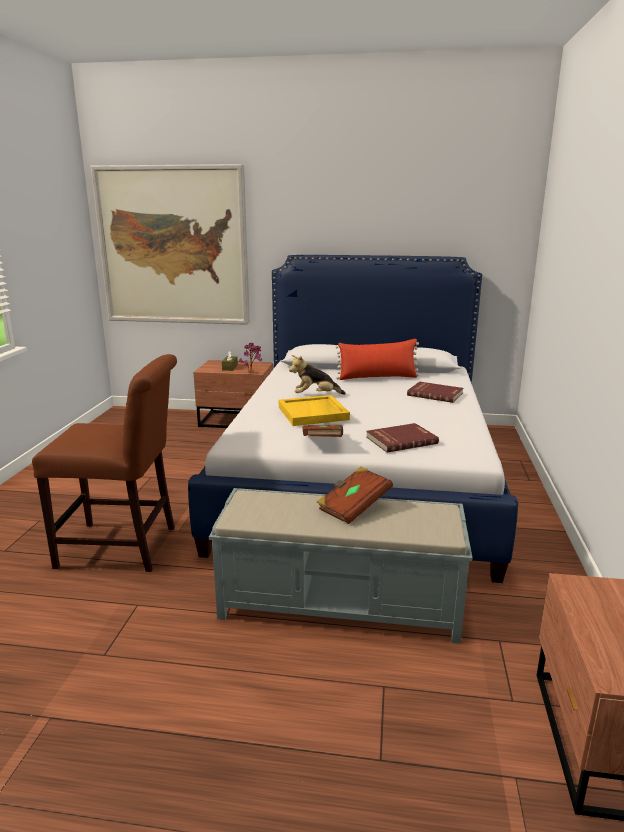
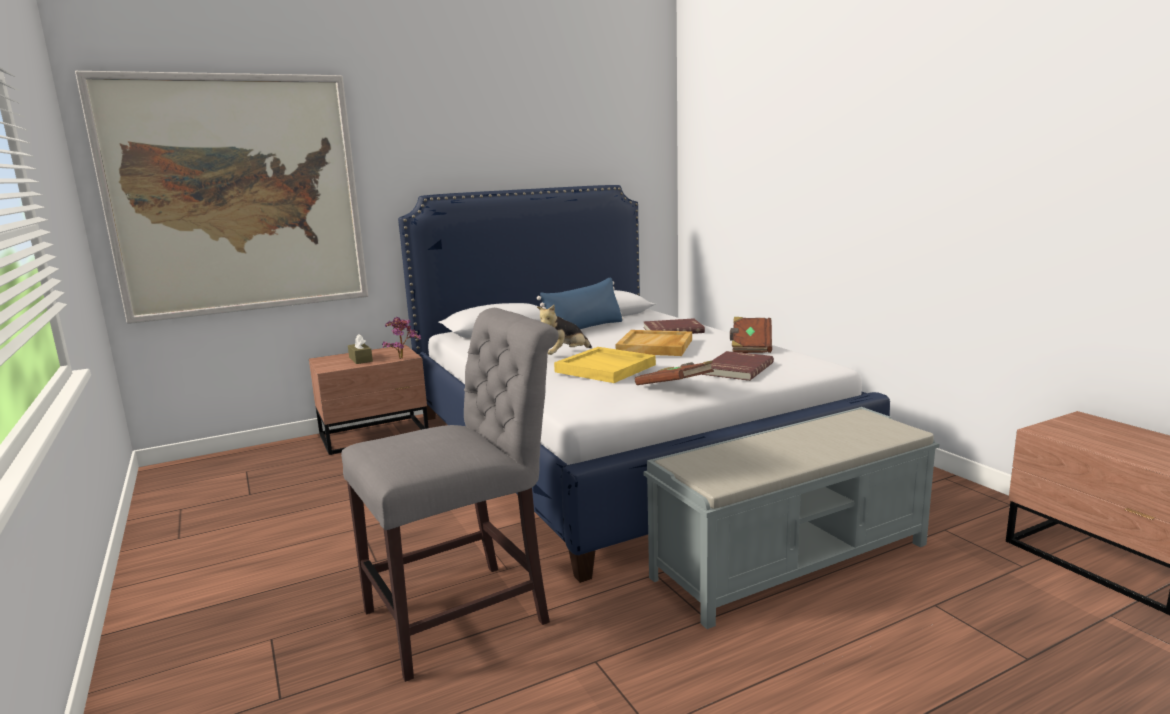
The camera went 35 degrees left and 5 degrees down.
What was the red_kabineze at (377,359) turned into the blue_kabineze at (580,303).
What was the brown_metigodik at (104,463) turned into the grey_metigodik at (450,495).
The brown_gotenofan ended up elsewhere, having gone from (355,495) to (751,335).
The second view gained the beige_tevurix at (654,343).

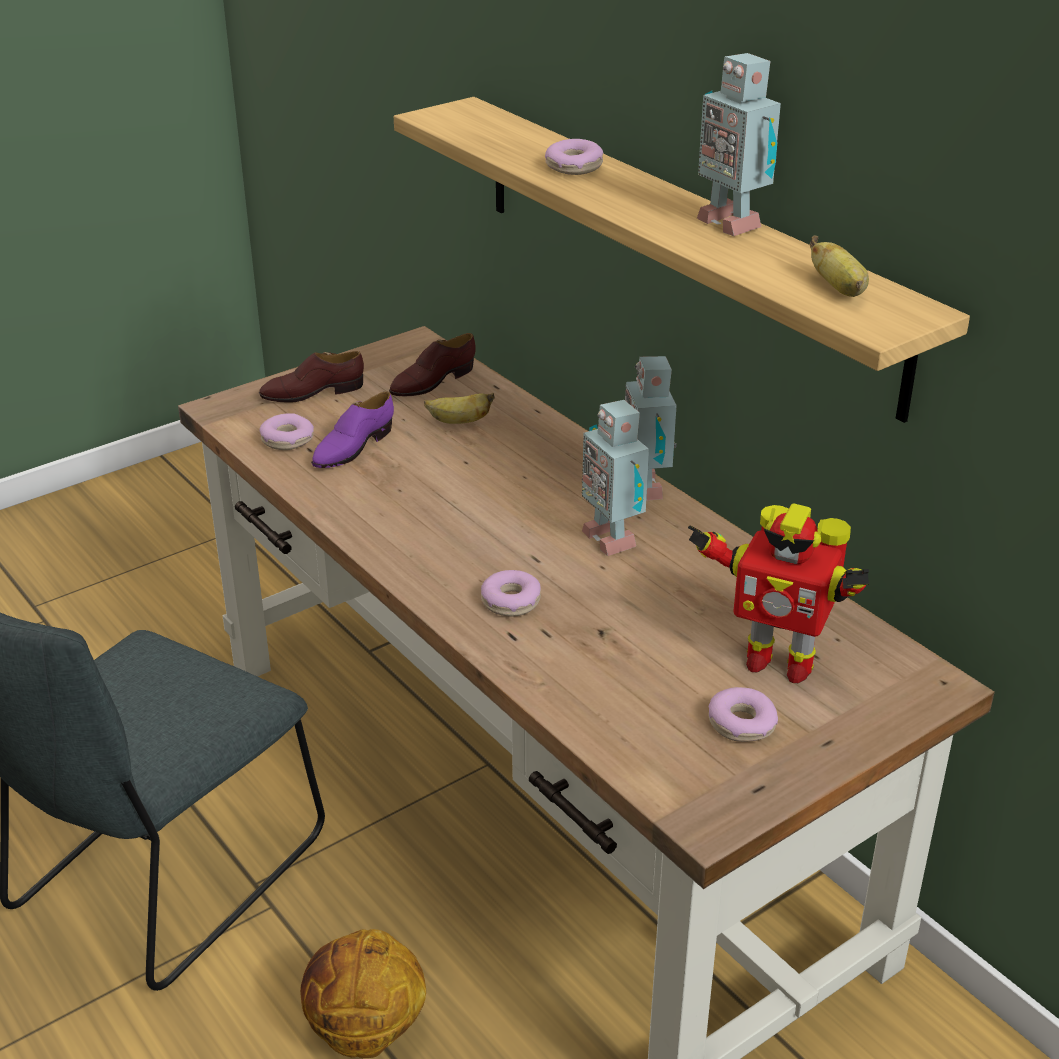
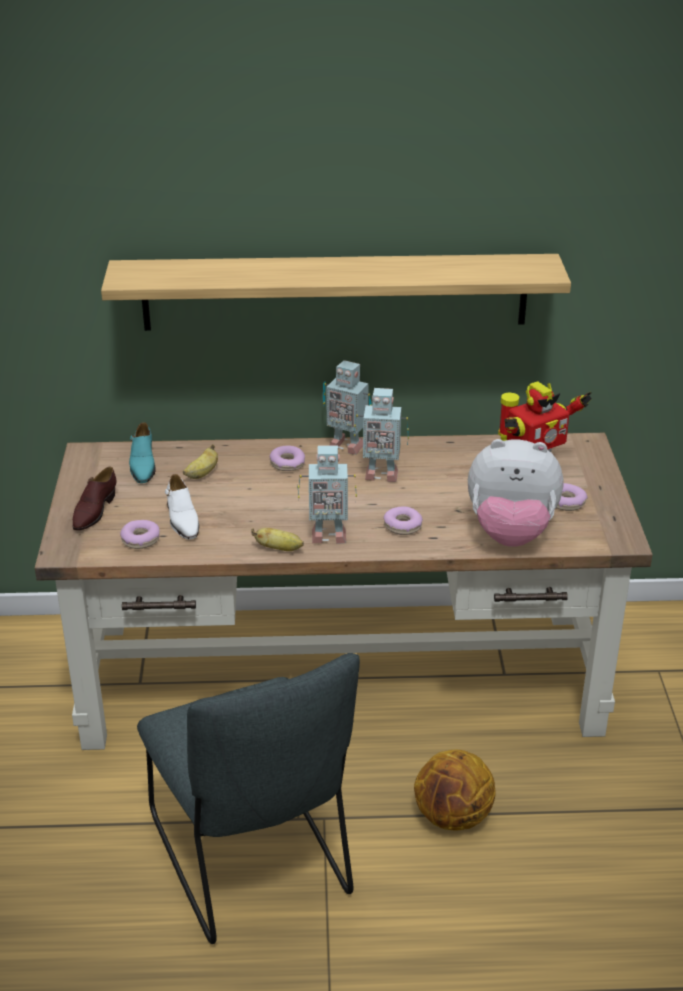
The camera went 55 degrees left and 0 degrees up.
The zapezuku ended up elsewhere, having gone from (739,144) to (327,494).
The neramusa ended up elsewhere, having gone from (574,157) to (287,458).
The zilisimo ended up elsewhere, having gone from (839,266) to (277,539).
What was the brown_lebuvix at (432,364) turned into the turquoise_lebuvix at (142,452).
What was the purple_lebuvix at (352,429) turned into the white_lebuvix at (182,506).
The second view gained the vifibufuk at (515,493).

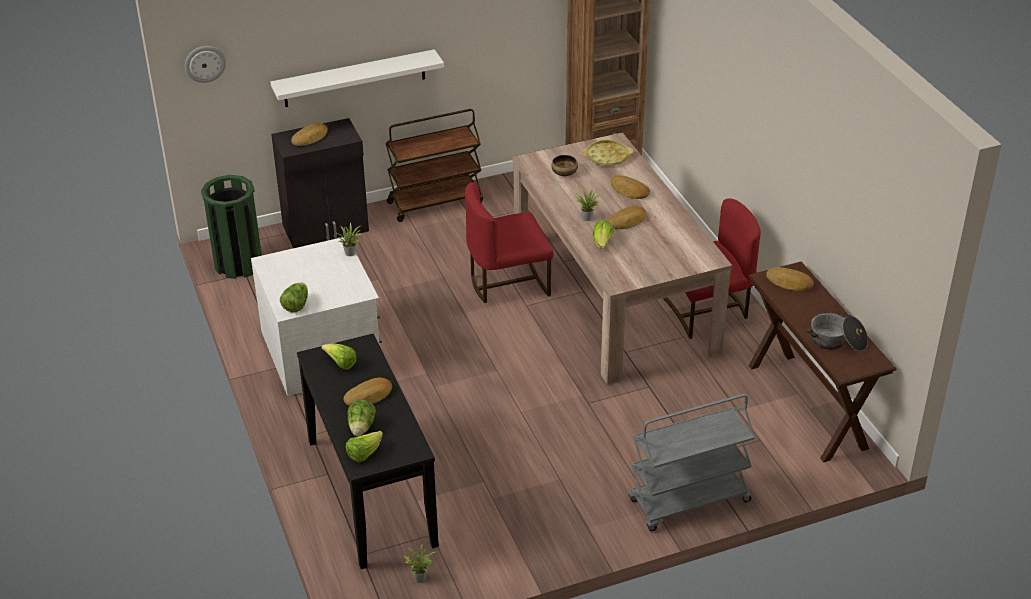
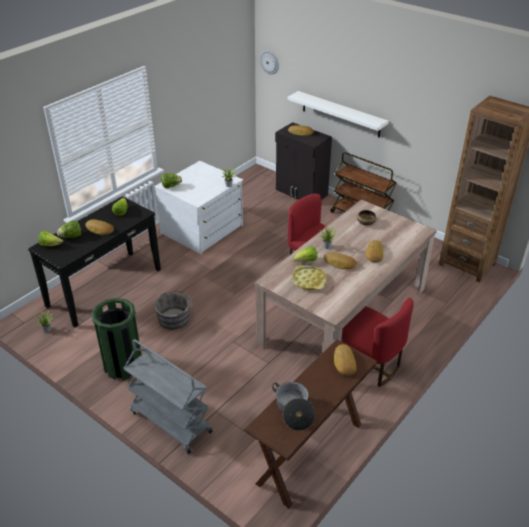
The camera went 60 degrees right and 0 degrees up.
The yellow_tevurix ended up elsewhere, having gone from (607,153) to (309,277).
The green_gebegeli ended up elsewhere, having gone from (231,227) to (116,339).
The second view gained the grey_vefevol at (174,310).

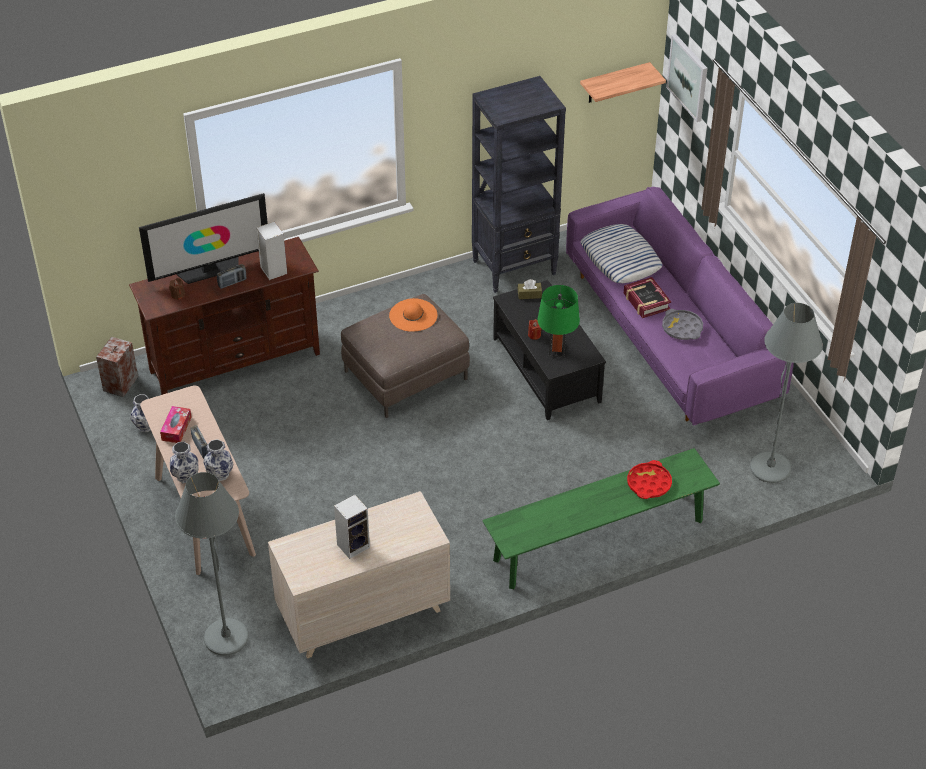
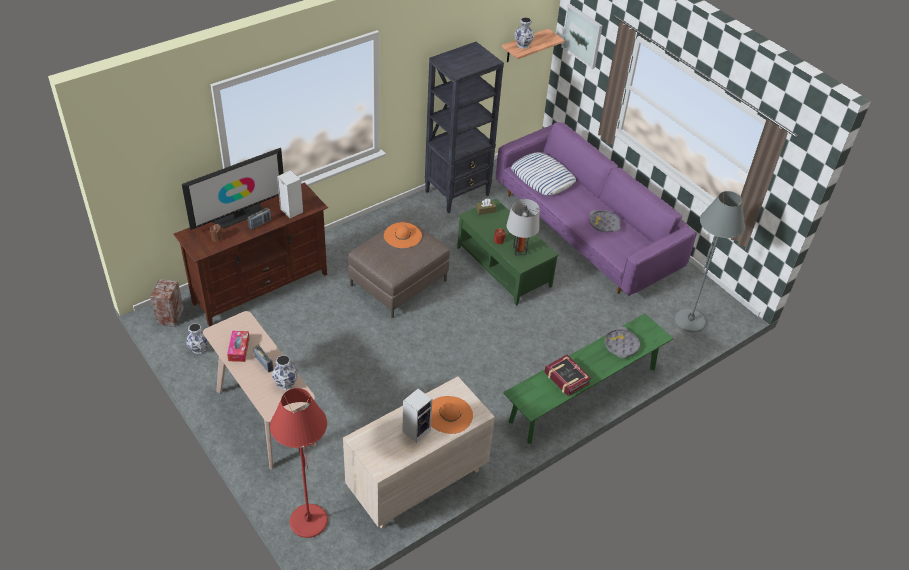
The camera went 15 degrees left and 0 degrees up.
The gotenofan ended up elsewhere, having gone from (647,297) to (567,375).
What was the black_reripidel at (549,350) turned into the green_reripidel at (507,252).
What was the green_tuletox at (559,321) turned into the grey_tuletox at (523,227).
The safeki ended up elsewhere, having gone from (184,462) to (524,33).
What was the red_tevurix at (649,479) turned into the grey_tevurix at (622,342).
What was the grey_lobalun at (212,564) turned into the red_lobalun at (299,463).
The second view gained the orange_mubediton at (452,415).

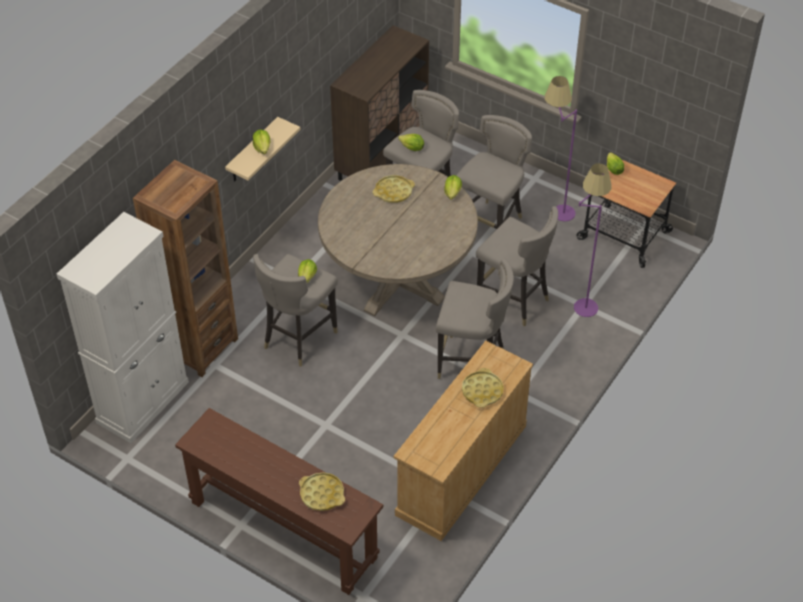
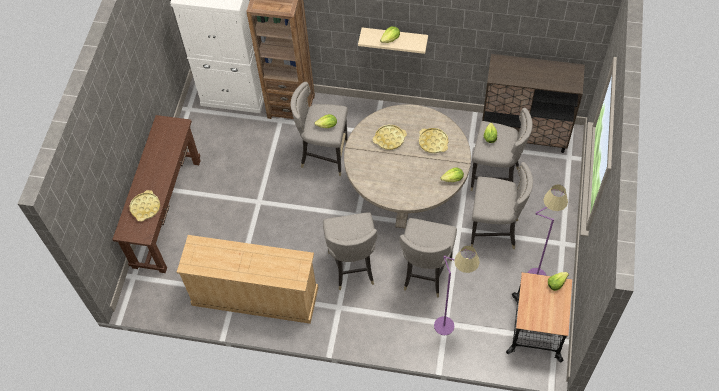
The camera went 70 degrees right and 10 degrees up.
The yellow_tevurix ended up elsewhere, having gone from (483,388) to (390,137).

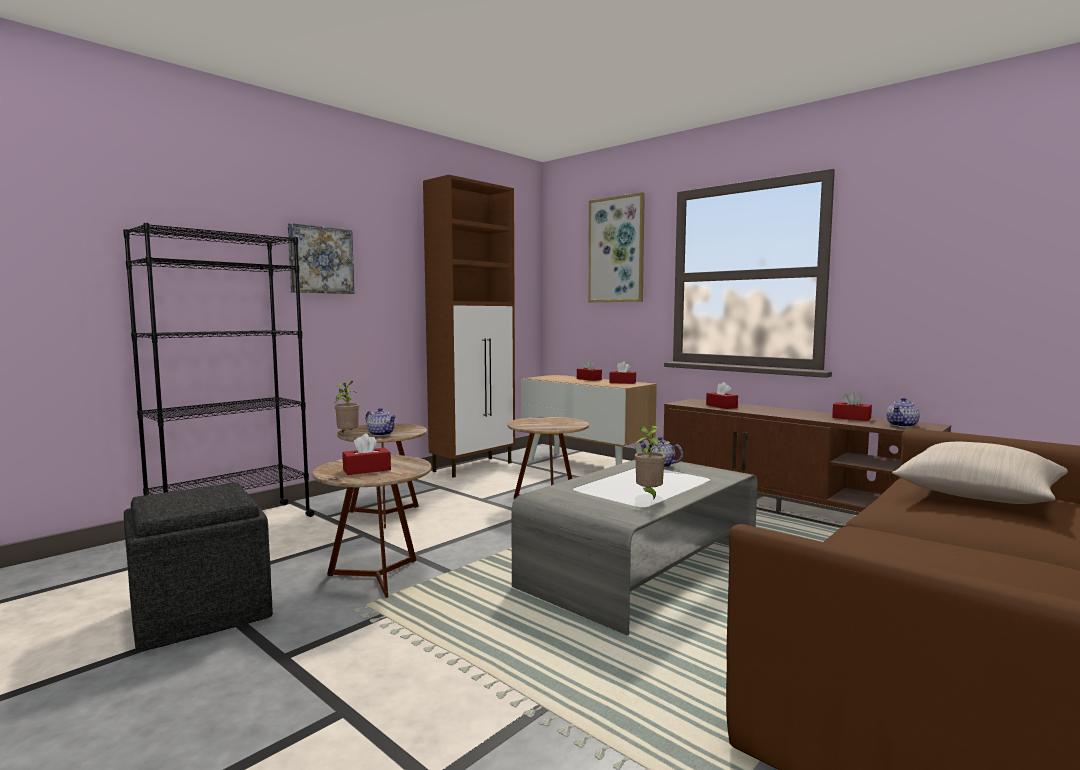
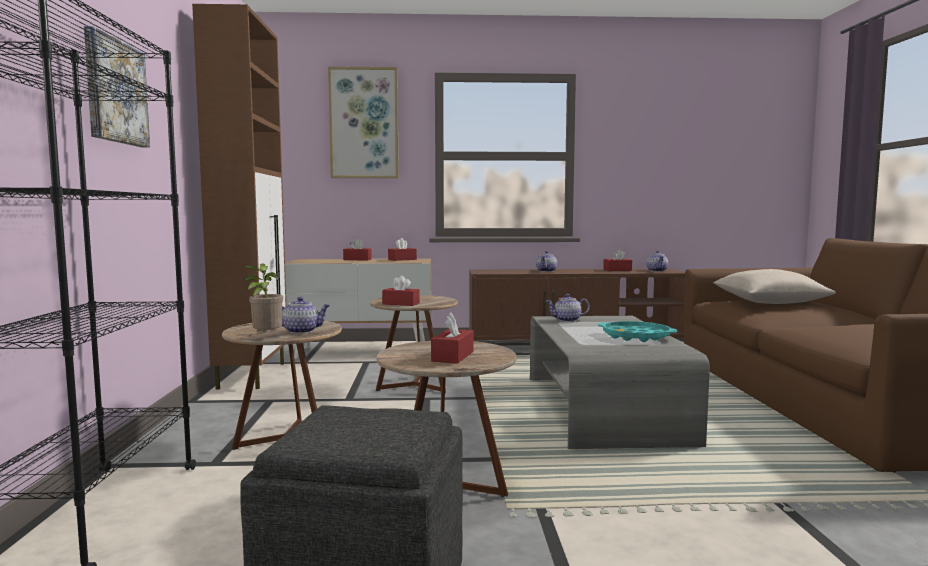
The camera went 45 degrees left and 0 degrees up.
The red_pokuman ended up elsewhere, having gone from (722,395) to (401,290).
Where the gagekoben stood at (650,462), the turquoise_tevurix came to stand at (637,331).
The second view gained the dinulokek at (546,261).

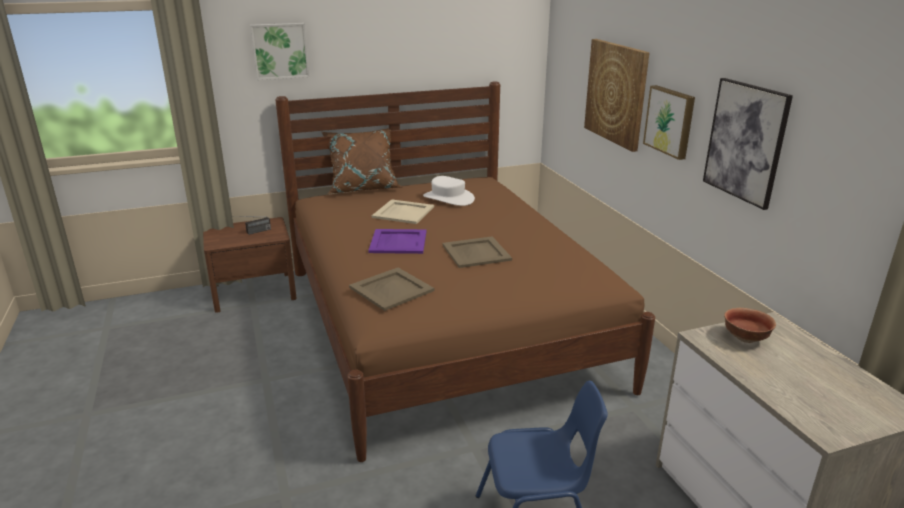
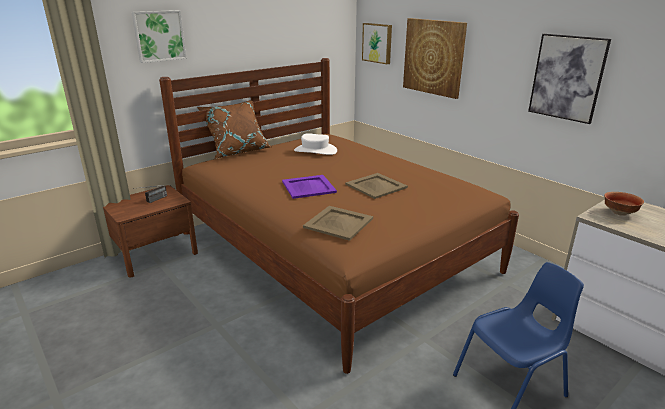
The camera went 20 degrees left and 0 degrees up.
The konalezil ended up elsewhere, having gone from (669,122) to (377,43).
The second view lost the beige_tevurix at (403,211).

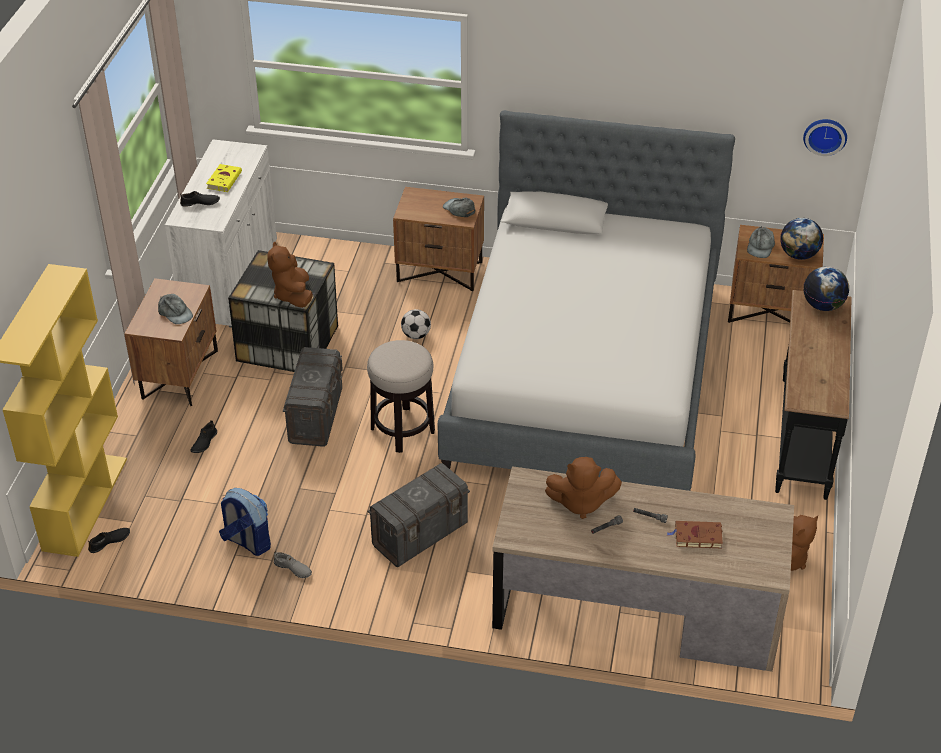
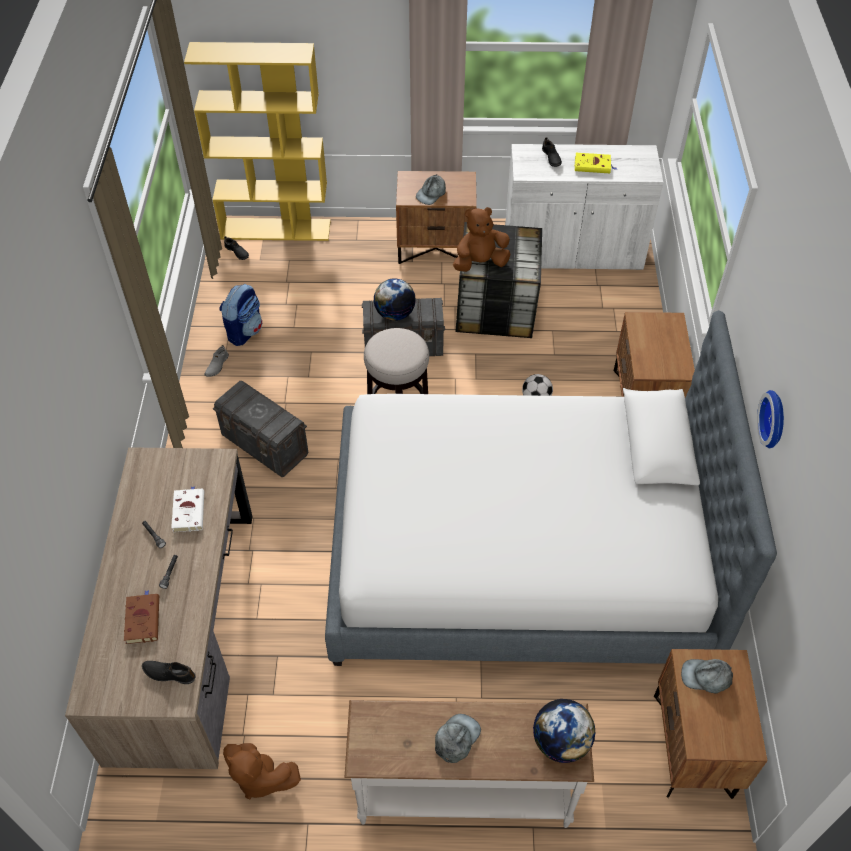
The camera went 80 degrees right and 10 degrees up.
The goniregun ended up elsewhere, having gone from (825,137) to (770,419).
The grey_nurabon ended up elsewhere, having gone from (459,207) to (458,738).
The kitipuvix ended up elsewhere, having gone from (801,239) to (395,299).
What was the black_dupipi at (813,395) turned into the white_dupipi at (469,764).
The black_lebuvix ended up elsewhere, having gone from (203,436) to (169,672).
Where the brown_vifibufuk stood at (583,488), the white_gotenofan came to stand at (188,509).

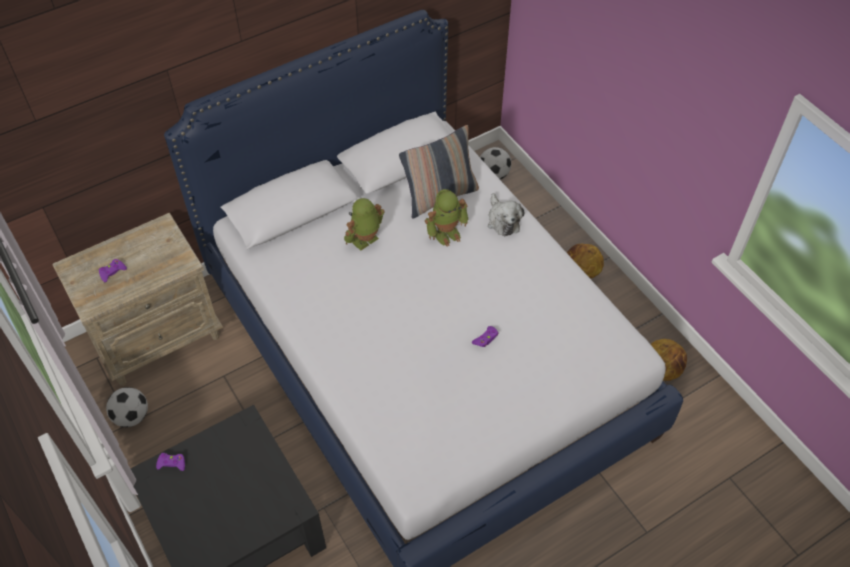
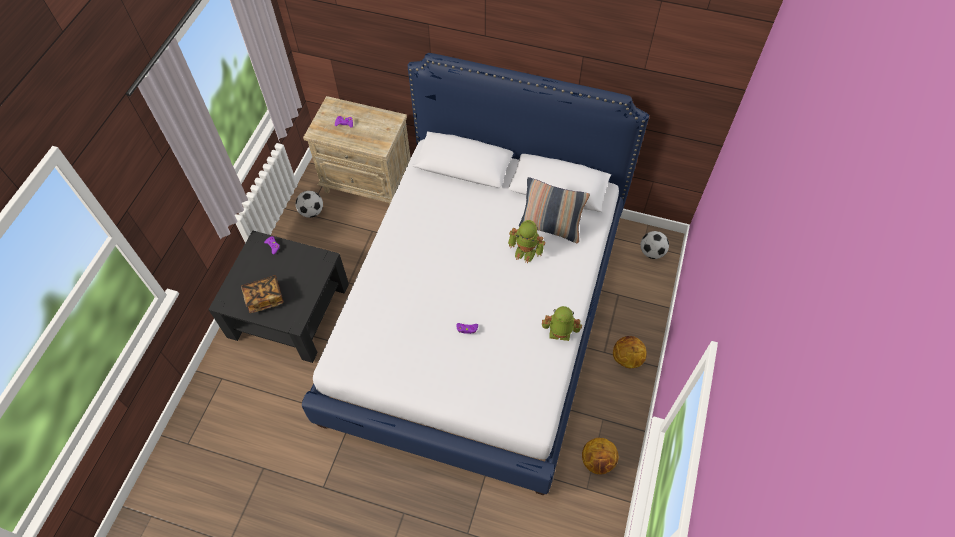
The camera went 50 degrees right and 5 degrees up.
The second view lost the vifibufuk at (506,214).
The zapezuku ended up elsewhere, having gone from (364,224) to (562,323).
The second view gained the gotenofan at (262,294).

